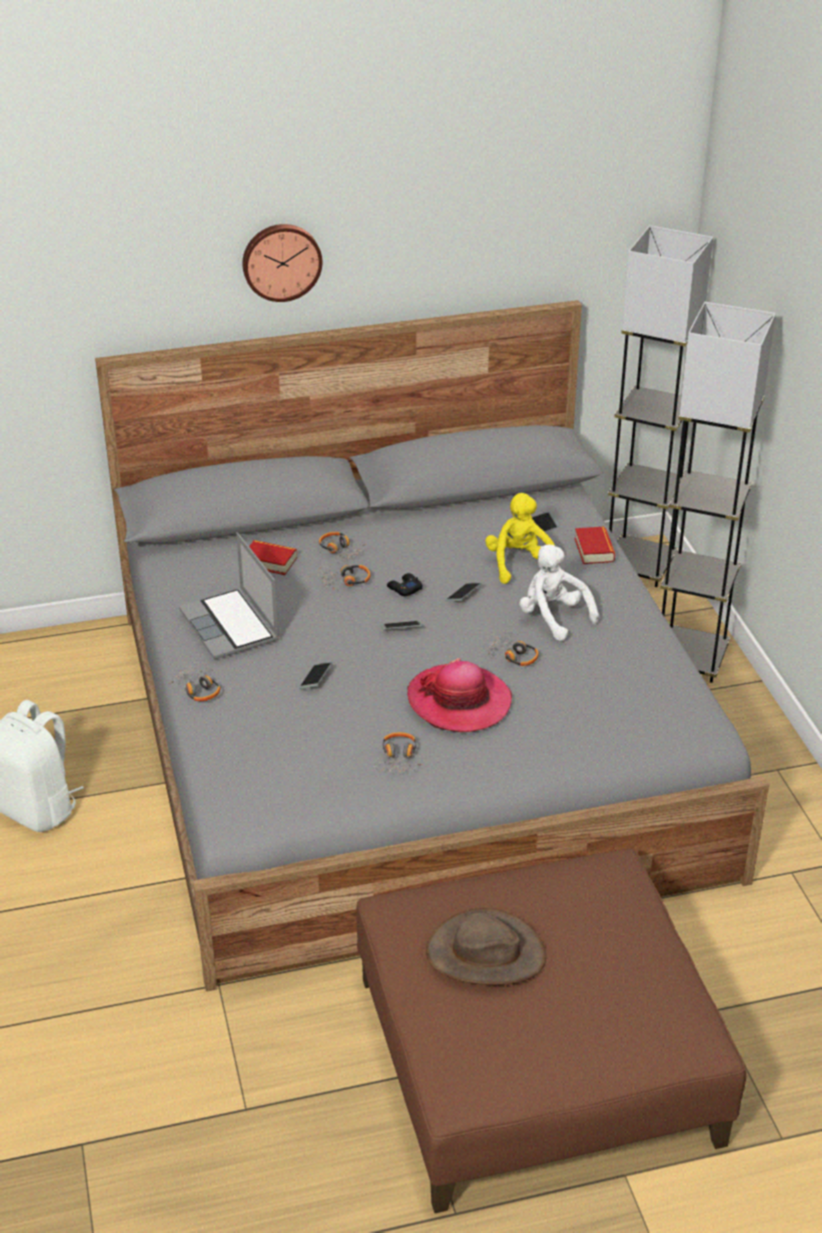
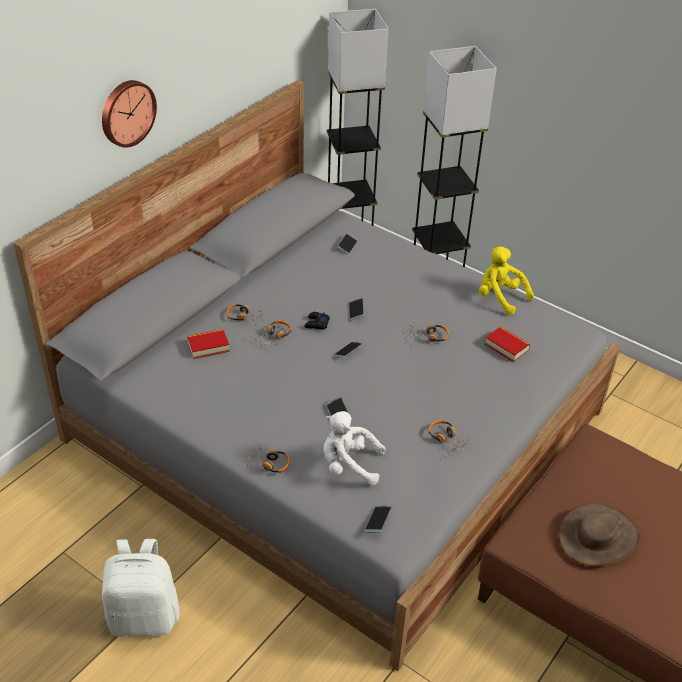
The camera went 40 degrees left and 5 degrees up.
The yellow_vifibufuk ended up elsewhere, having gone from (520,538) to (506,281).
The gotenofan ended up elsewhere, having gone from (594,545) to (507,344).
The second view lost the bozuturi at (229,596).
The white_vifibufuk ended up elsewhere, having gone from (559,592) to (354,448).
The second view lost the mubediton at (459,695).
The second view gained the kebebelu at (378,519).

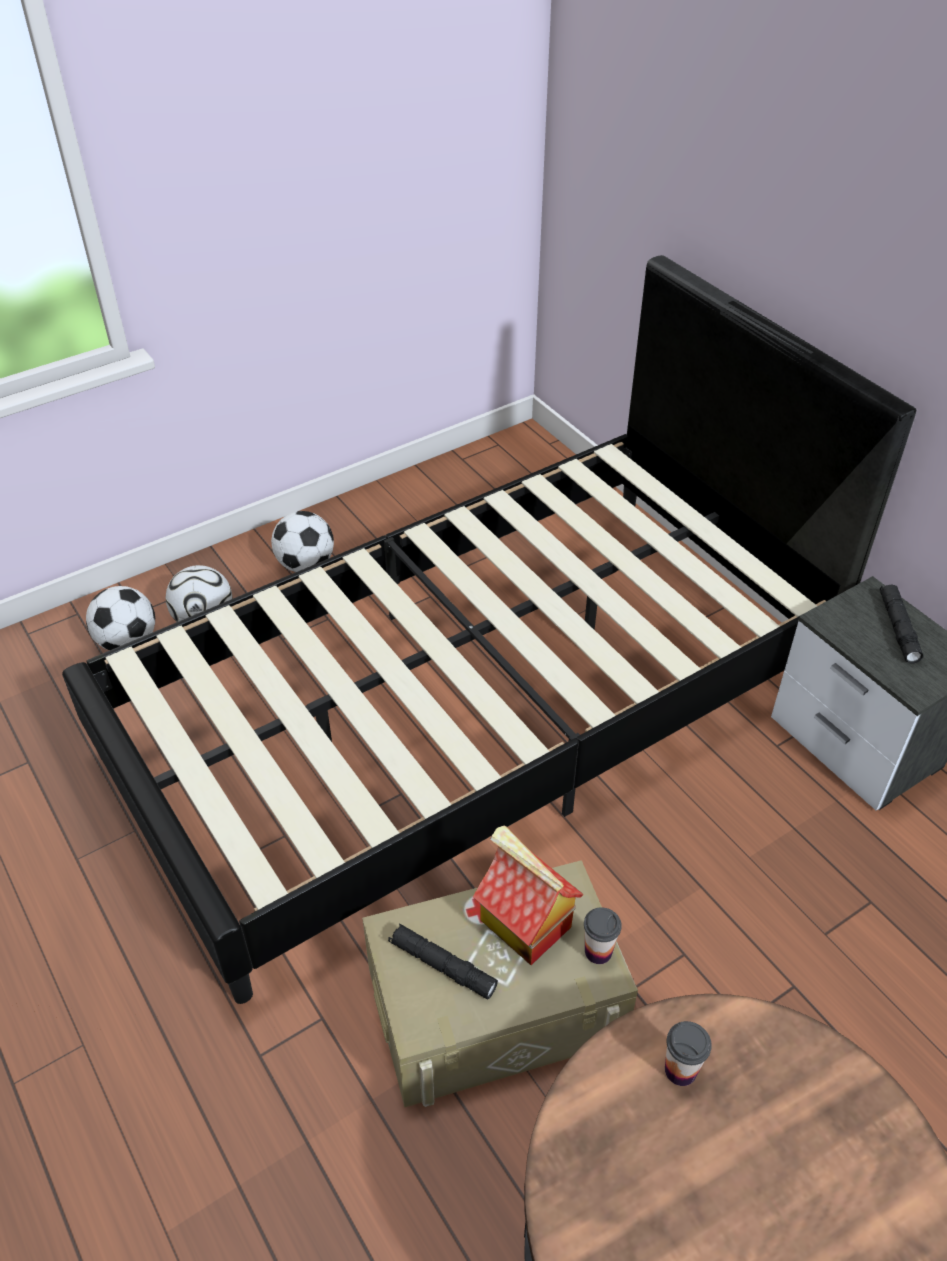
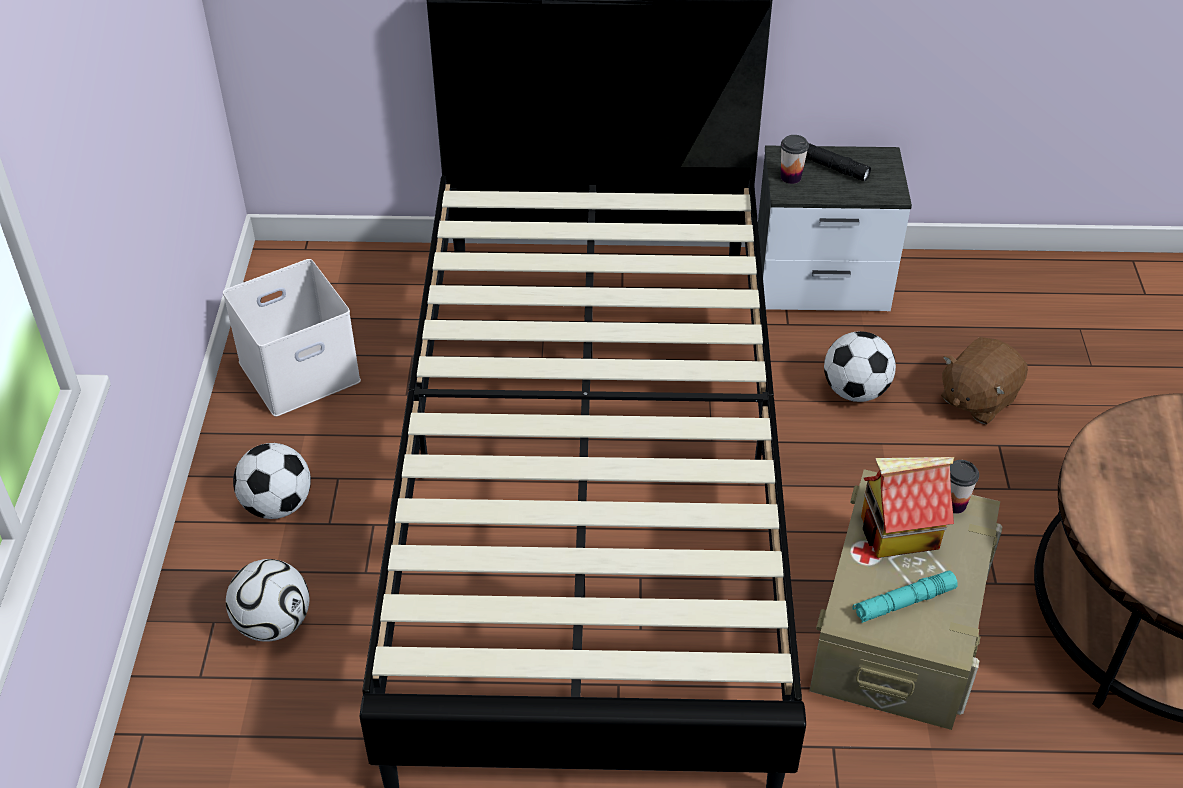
The camera went 55 degrees left and 0 degrees up.
The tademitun ended up elsewhere, having gone from (120,618) to (860,366).
What was the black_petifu at (443,961) turned into the turquoise_petifu at (904,596).
The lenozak ended up elsewhere, having gone from (688,1053) to (795,159).
The second view gained the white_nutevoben at (292,337).
The second view gained the brown_vifibufuk at (984,380).

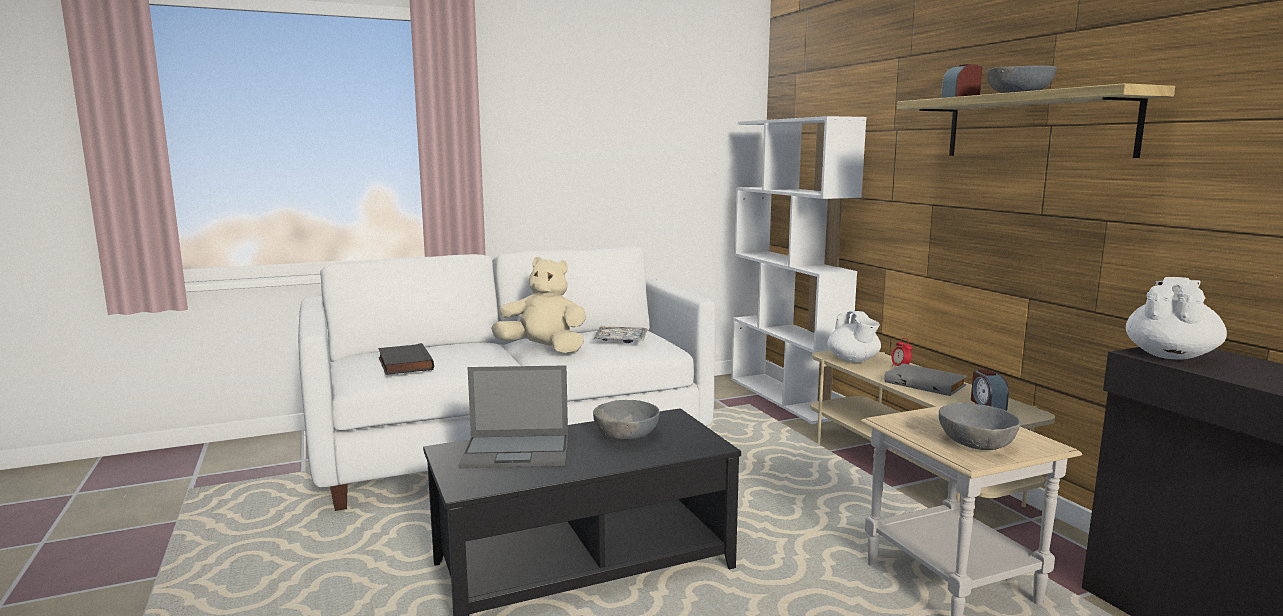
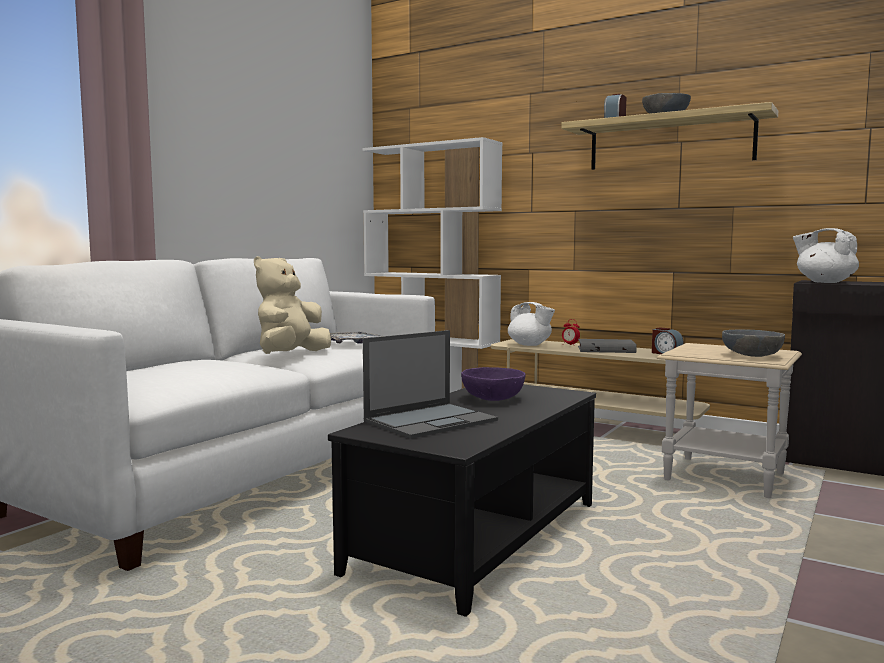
The camera went 35 degrees left and 5 degrees down.
The beige_vifibufuk at (538,305) ended up facing another way, 45 degrees counterclockwise from before.
The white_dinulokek at (1176,318) ended up facing another way, 45 degrees counterclockwise from before.
The second view lost the black_gotenofan at (406,359).
What was the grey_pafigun at (626,420) turned into the purple_pafigun at (493,384).

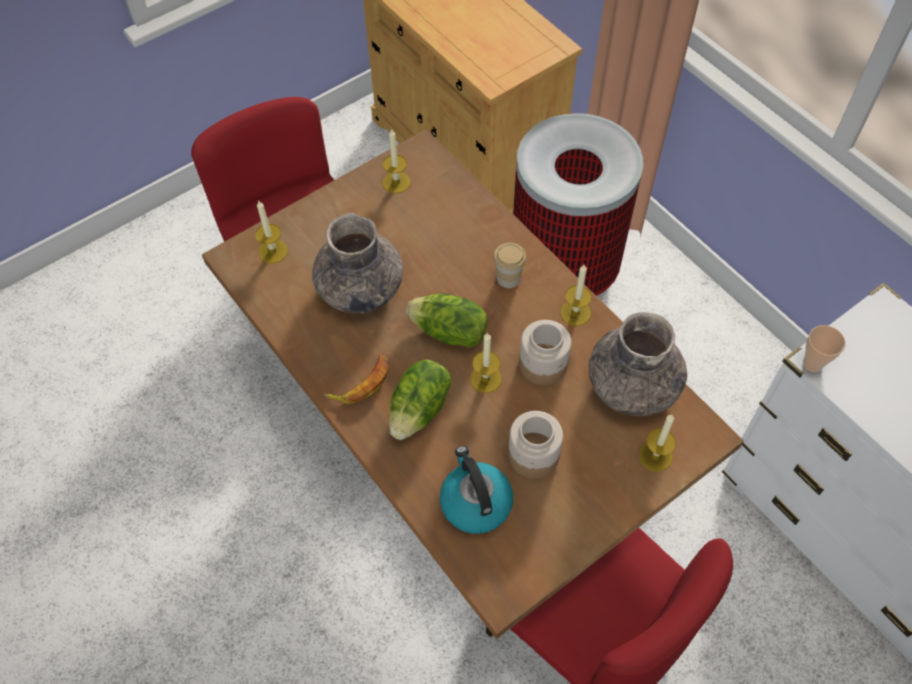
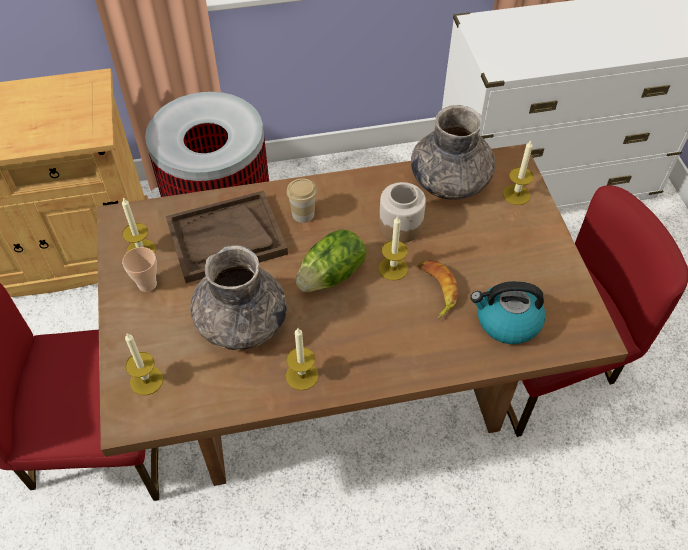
The camera went 65 degrees left and 5 degrees down.
The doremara ended up elsewhere, having gone from (576,295) to (302,359).
The lenozak ended up elsewhere, having gone from (824,348) to (139,269).
The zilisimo ended up elsewhere, having gone from (356,379) to (438,289).
The second view lost the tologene at (420,399).
The second view lost the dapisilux at (535,445).
The second view gained the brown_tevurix at (227,236).

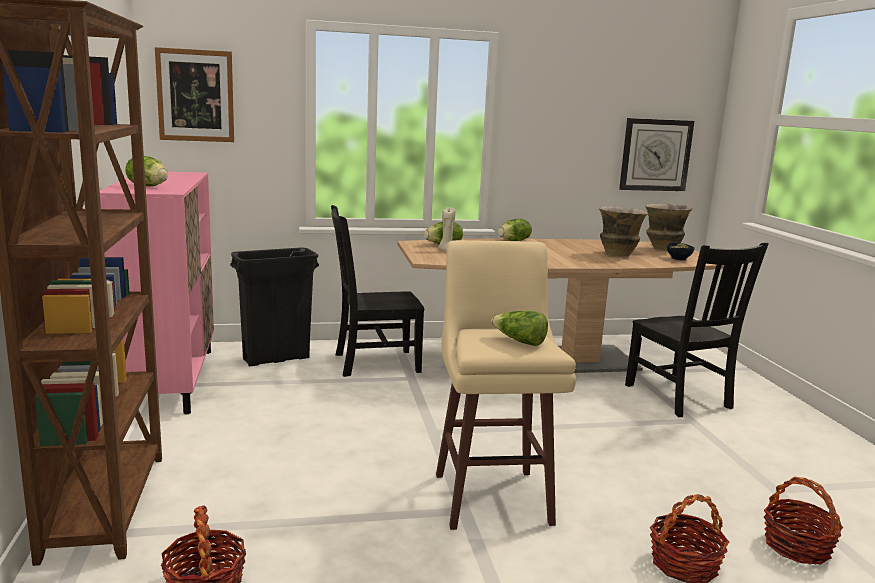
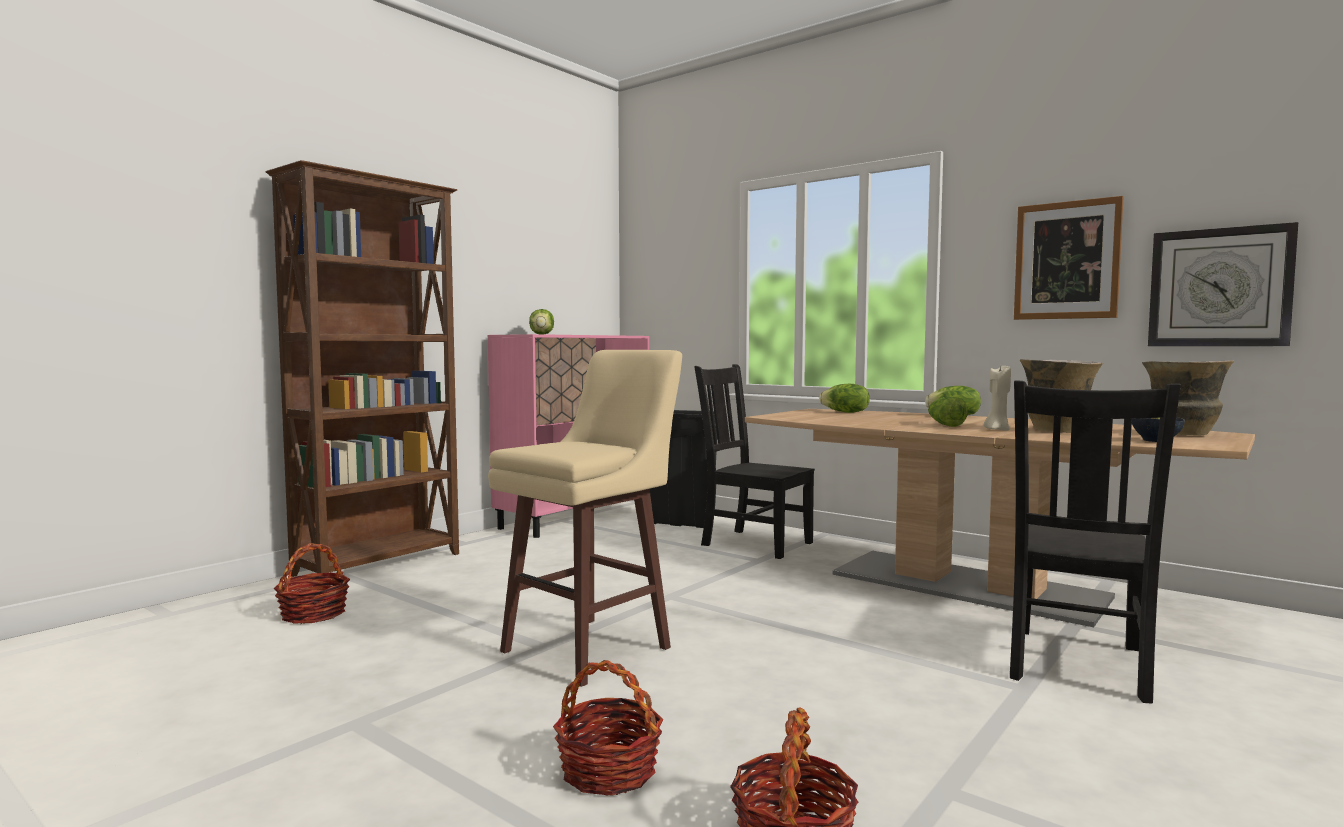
The camera went 50 degrees right and 10 degrees down.
The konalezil ended up elsewhere, having gone from (194,94) to (1069,258).
The beige_doremara ended up elsewhere, having gone from (446,229) to (997,397).
The tologene ended up elsewhere, having gone from (519,328) to (948,411).

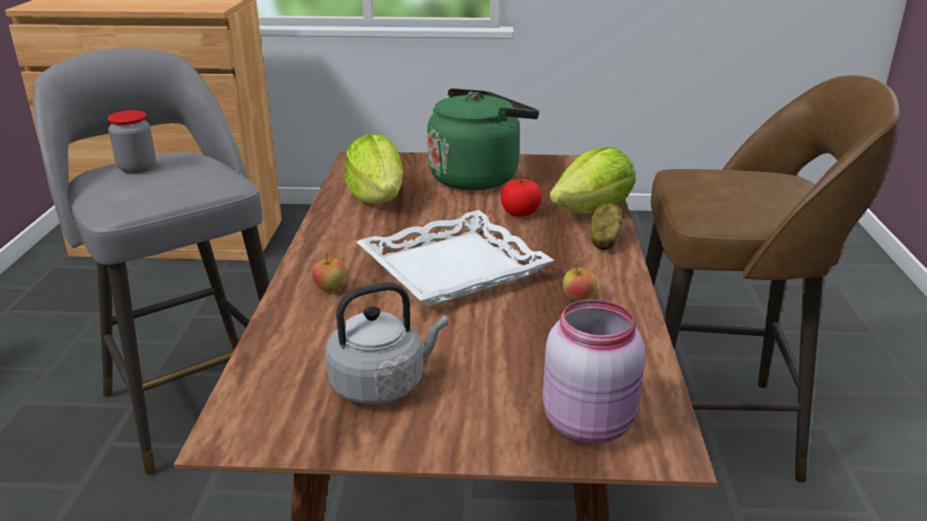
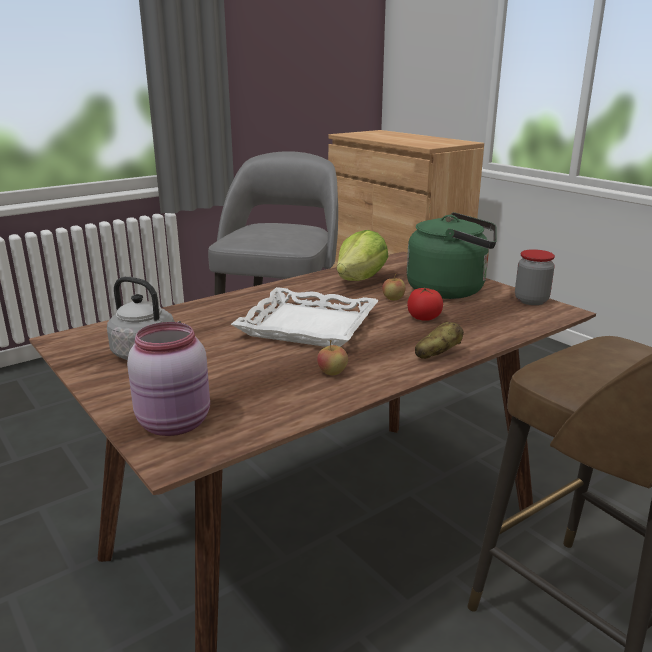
The camera went 50 degrees right and 5 degrees down.
The dapisilux ended up elsewhere, having gone from (131,142) to (535,277).
The second view lost the tologene at (593,180).
The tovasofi ended up elsewhere, having gone from (330,272) to (393,287).

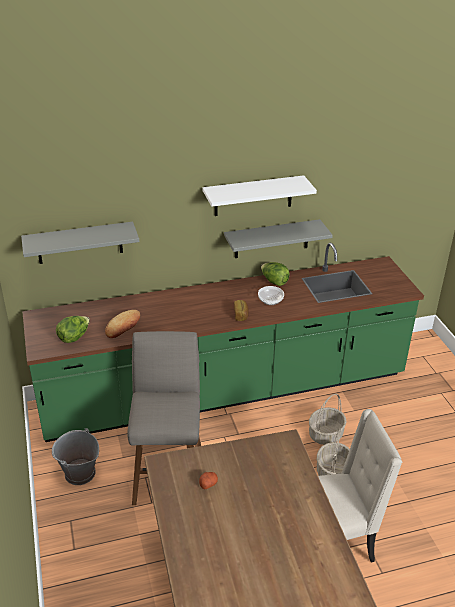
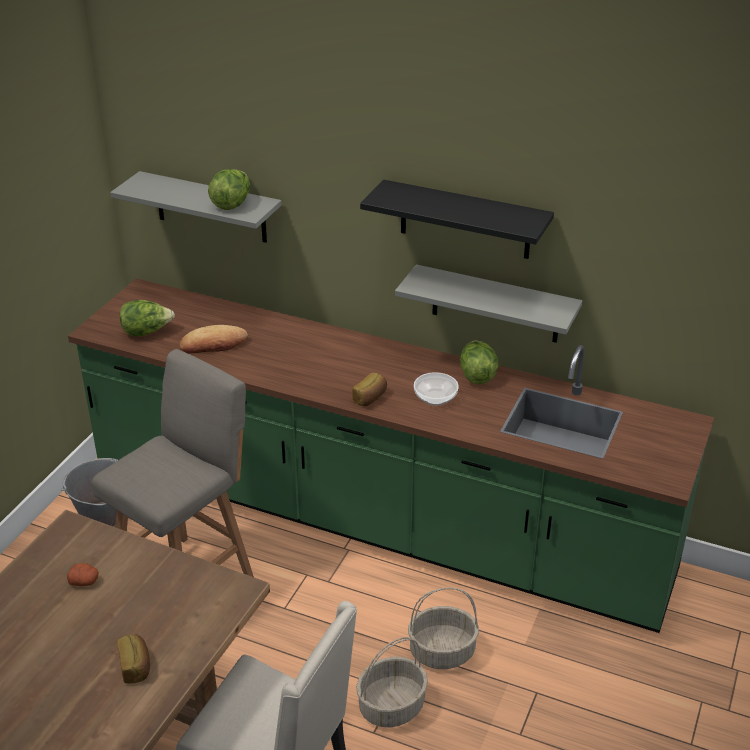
The camera went 40 degrees right and 0 degrees up.
What was the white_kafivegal at (259,195) turned into the black_kafivegal at (457,219).
The second view gained the tologene at (229,189).
The second view gained the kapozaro at (133,659).

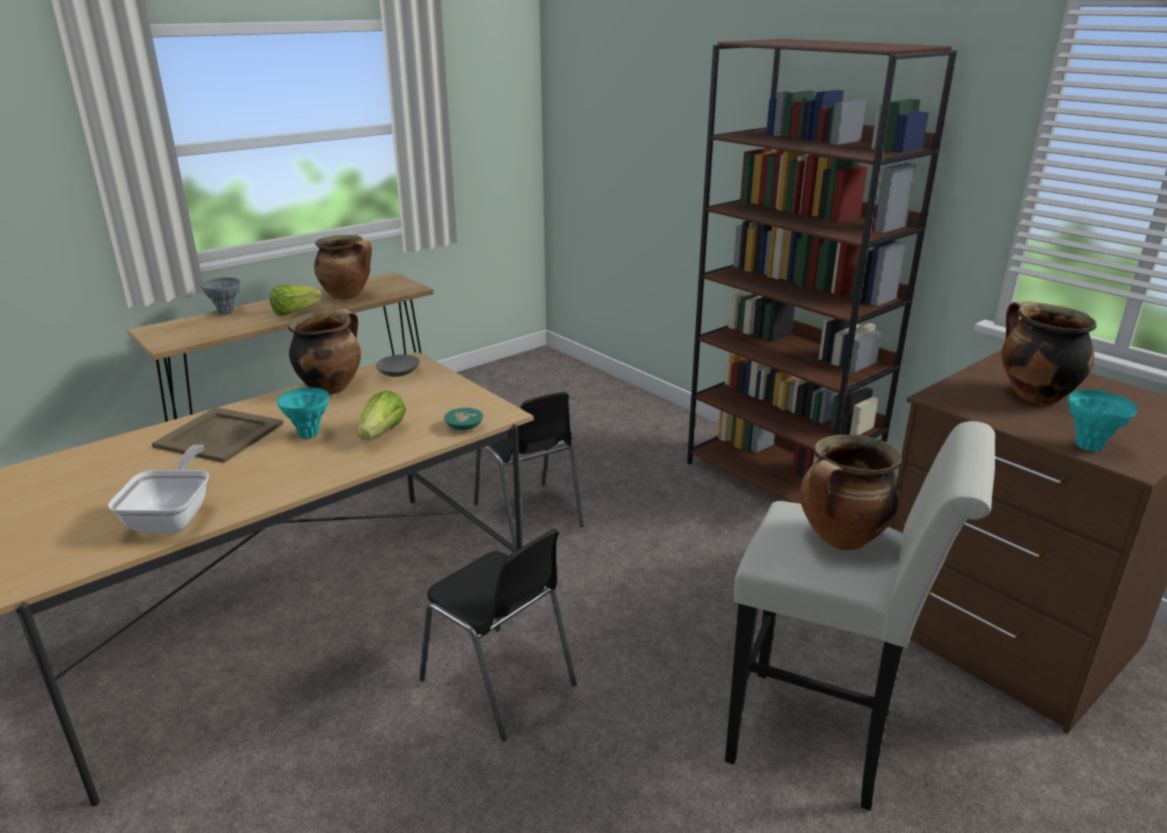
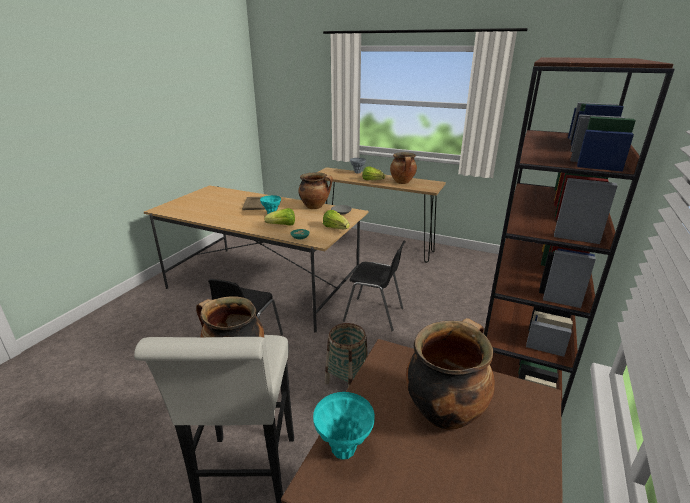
The camera went 65 degrees right and 0 degrees up.
The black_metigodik at (529,469) ended up facing another way, 105 degrees counterclockwise from before.
The second view lost the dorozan at (158,488).
The second view gained the tologene at (336,219).
The second view gained the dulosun at (346,355).

